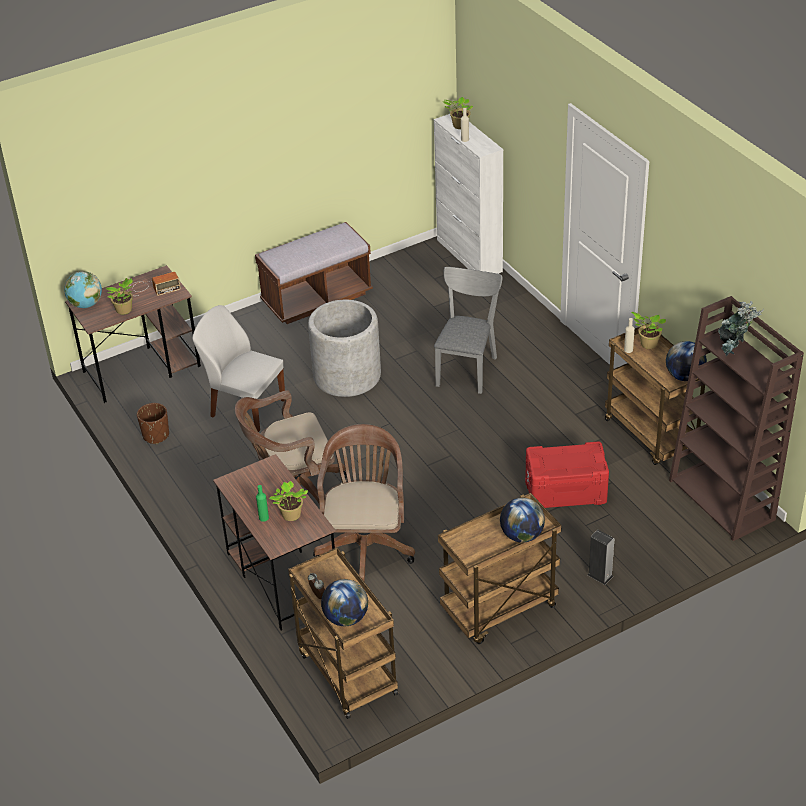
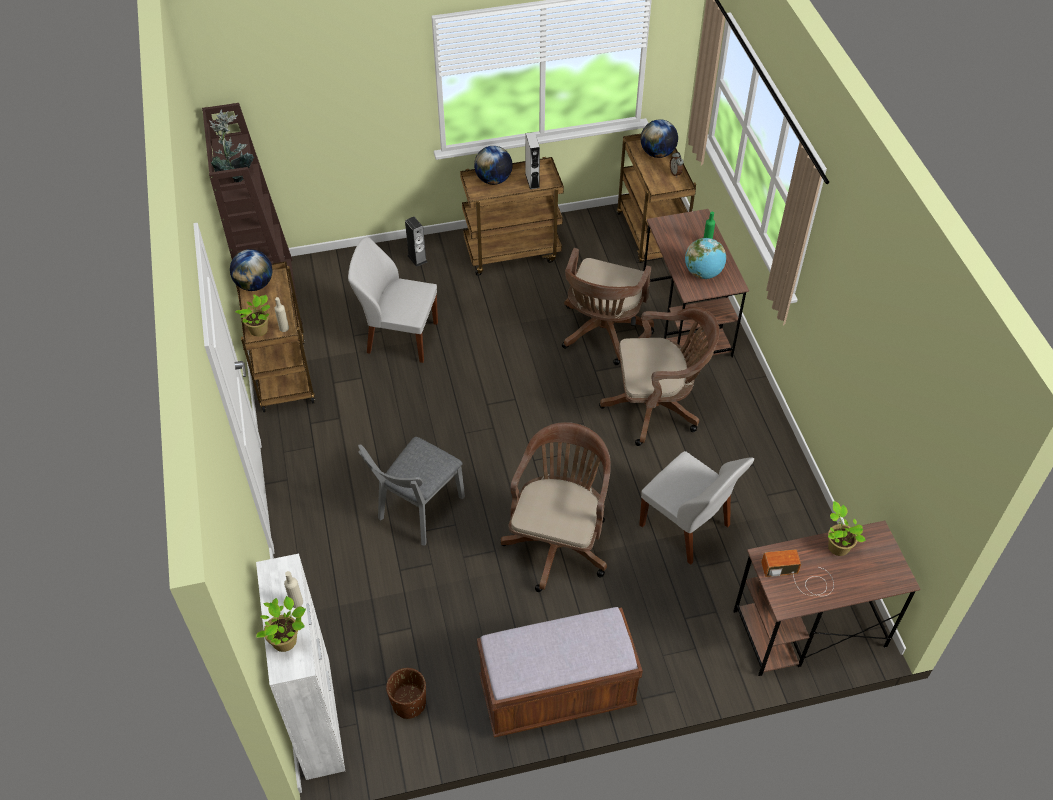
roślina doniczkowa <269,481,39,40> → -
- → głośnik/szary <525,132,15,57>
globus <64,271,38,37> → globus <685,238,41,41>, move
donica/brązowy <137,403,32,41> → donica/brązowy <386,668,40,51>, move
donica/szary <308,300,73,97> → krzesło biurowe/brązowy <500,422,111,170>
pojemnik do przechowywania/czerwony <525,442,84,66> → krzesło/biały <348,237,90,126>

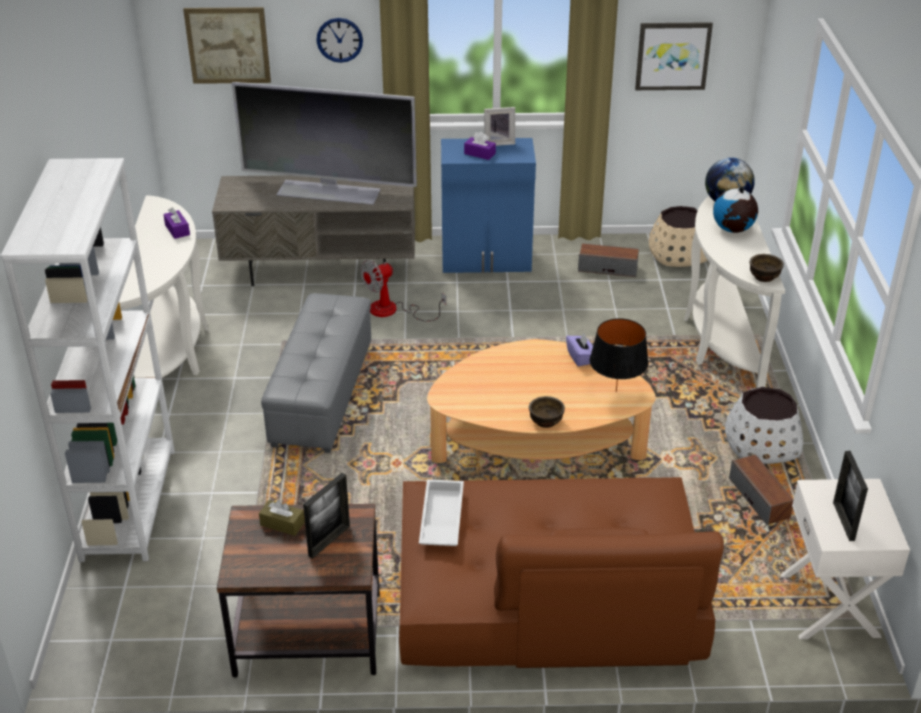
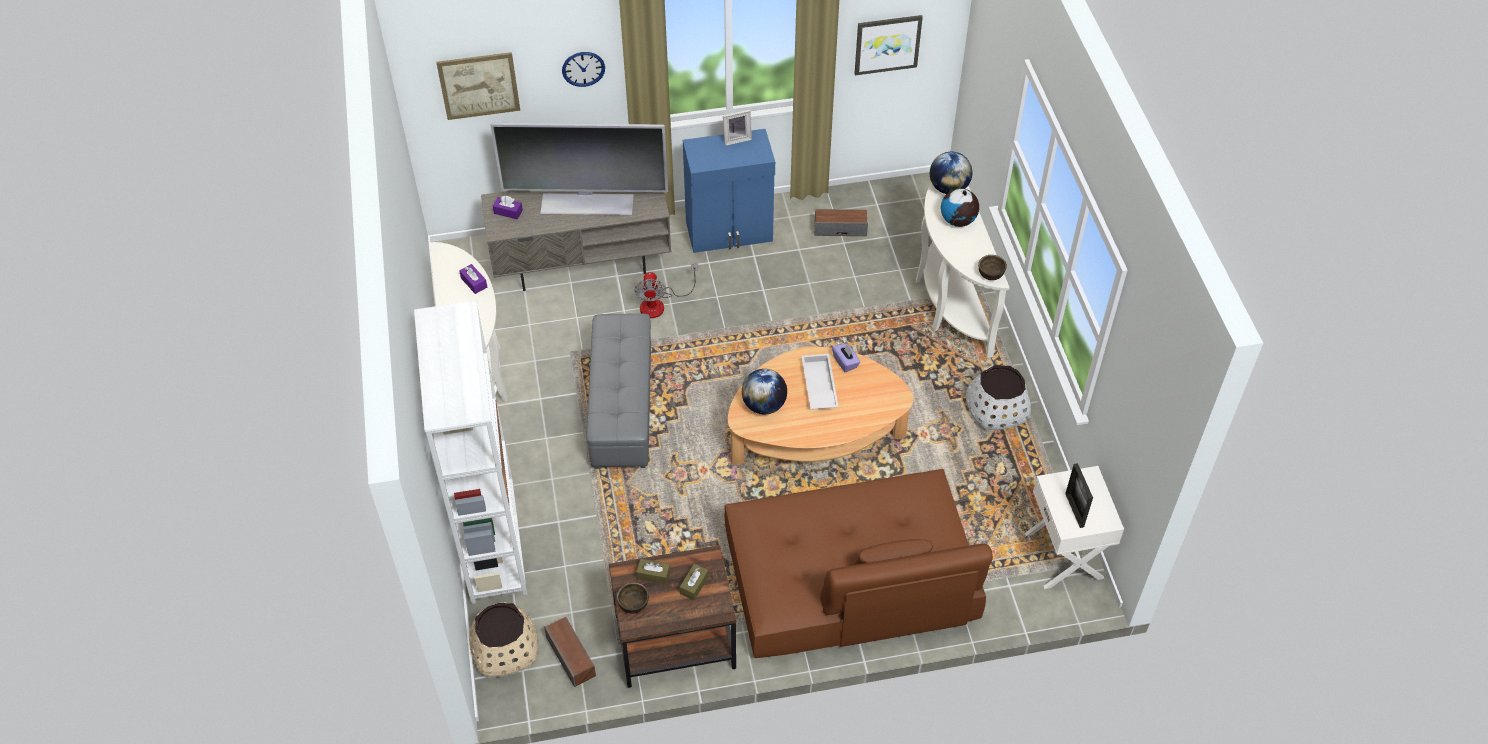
lampa stołowa/czarny <589,318,60,74> → -
- → globus <742,369,45,45>
taca/biały <419,479,45,67> → taca/biały <801,354,38,56>, move
pudełko chusteczek/fioletowy <464,132,32,28> → pudełko chusteczek/fioletowy <493,196,30,23>, move
miska/brązowy <529,396,36,32> → miska/brązowy <616,582,33,32>, move
donica/beżowy <649,206,58,61> → donica/beżowy <469,602,70,75>, move
głośnik <729,455,65,70> → głośnik <544,617,52,70>, move
ramka na zdjęcie <303,473,47,86> → pudełko chusteczek/brązowy <680,564,29,36>
wentylator <360,260,86,61> → wentylator <634,264,64,54>, 45 degrees counterclockwise

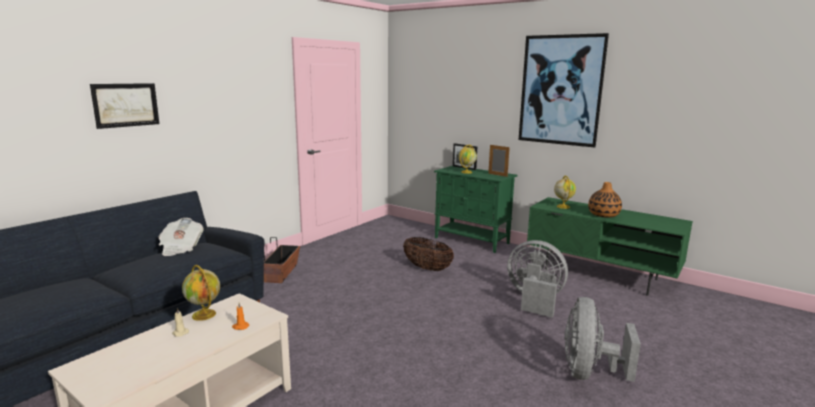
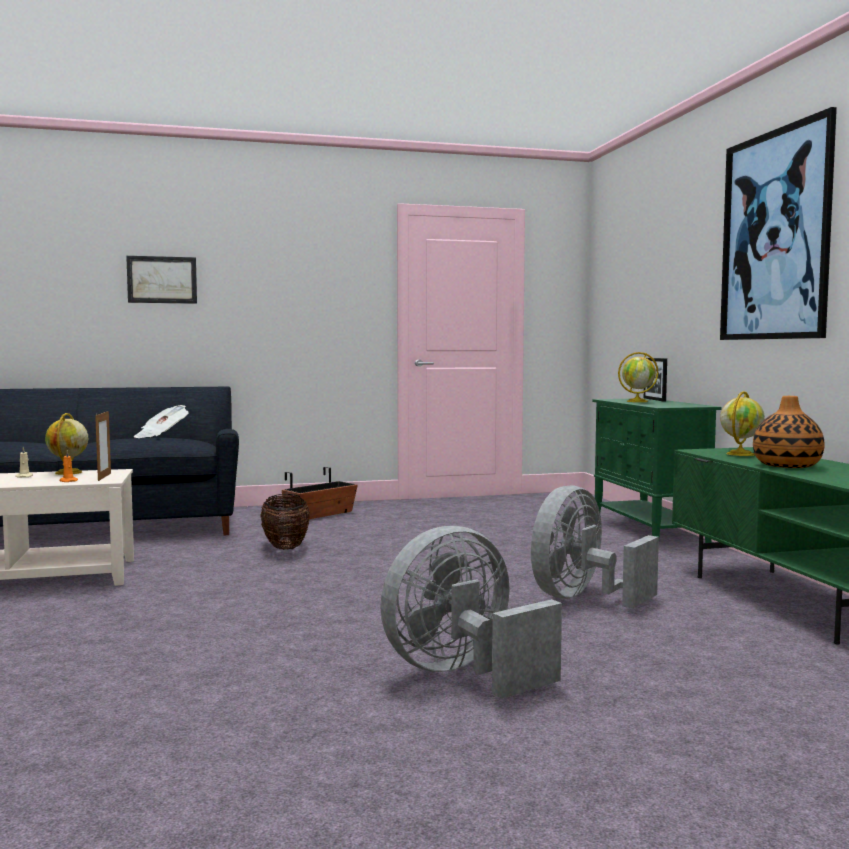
koszyk <403,237,51,34> → koszyk <260,494,50,56>, move
ramka na zdjęcie <488,144,22,33> → ramka na zdjęcie <95,411,16,70>, move
wentylator/szary <507,240,61,78> → wentylator/szary <531,486,128,123>, 120 degrees counterclockwise

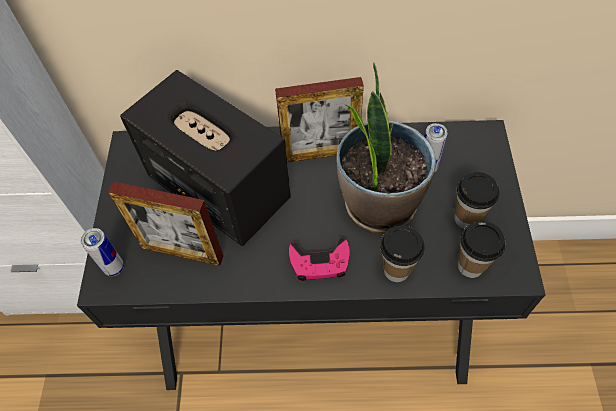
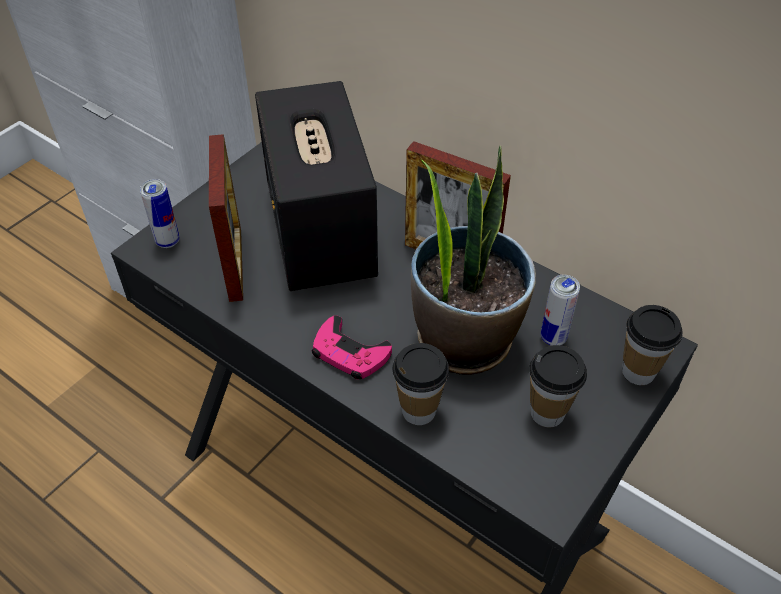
filiżanka <458,221,48,57> → filiżanka <622,305,61,80>, move
ramka na zdjęcie <108,181,116,85> → ramka na zdjęcie <209,134,34,168>, 150 degrees counterclockwise

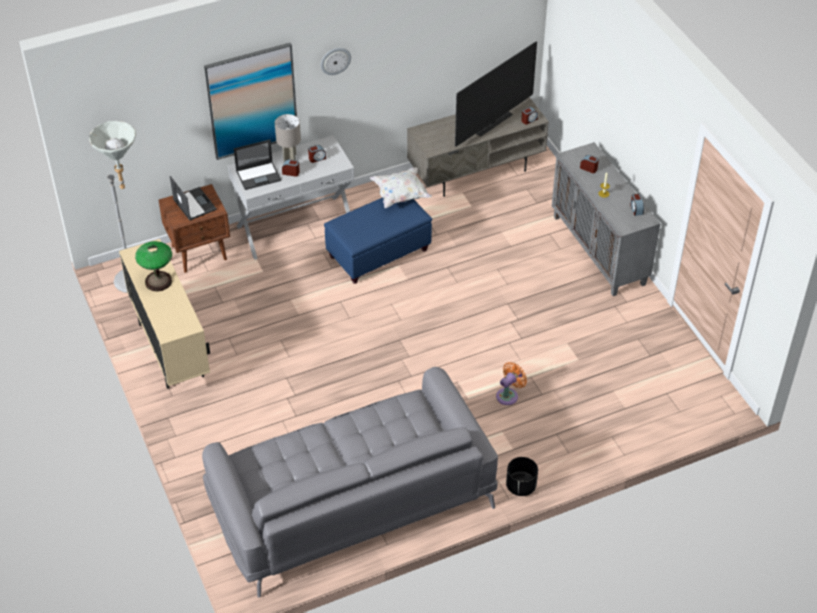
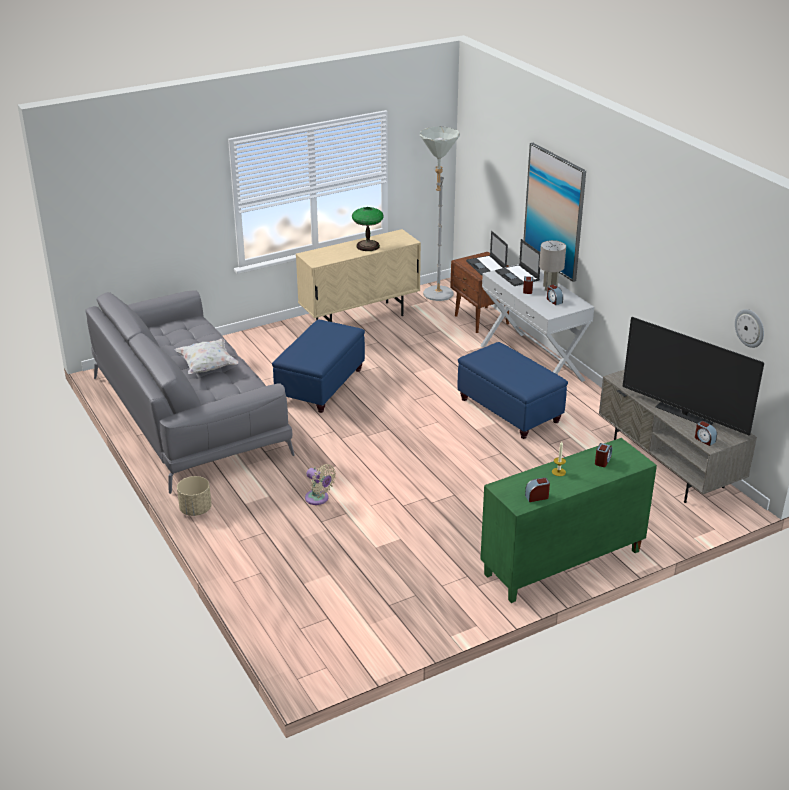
- → pufa/niebieski <272,320,93,93>
zegar ścienny <321,48,30,27> → zegar ścienny <735,309,29,39>, move
poduszka/biały <370,167,62,41> → poduszka/biały <174,339,64,35>, move
wentylator/pomarańczowy <496,362,31,43> → wentylator/beżowy <305,464,31,41>
donica/czarny <506,457,32,39> → donica/beżowy <177,476,35,40>
szafka/szary <552,142,108,154> → szafka/zielony <480,438,177,165>
laptop <170,176,47,45> → laptop <466,231,42,44>, 105 degrees clockwise

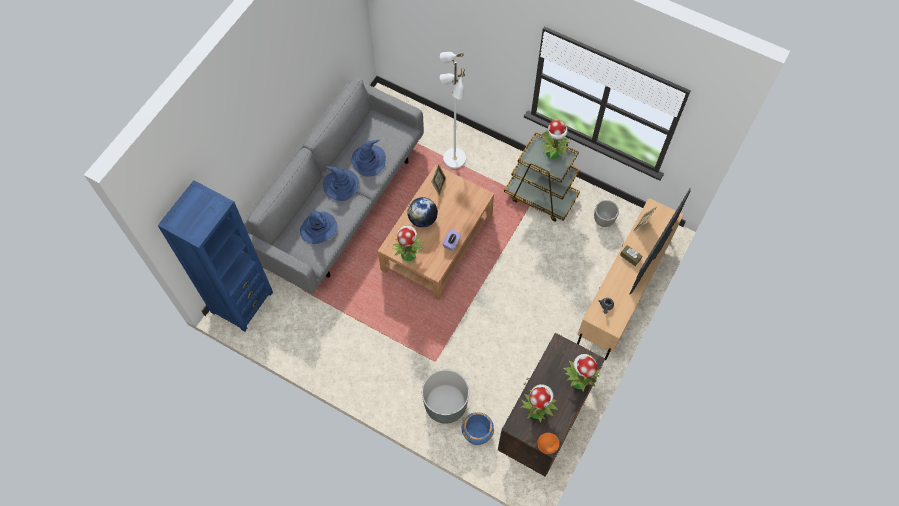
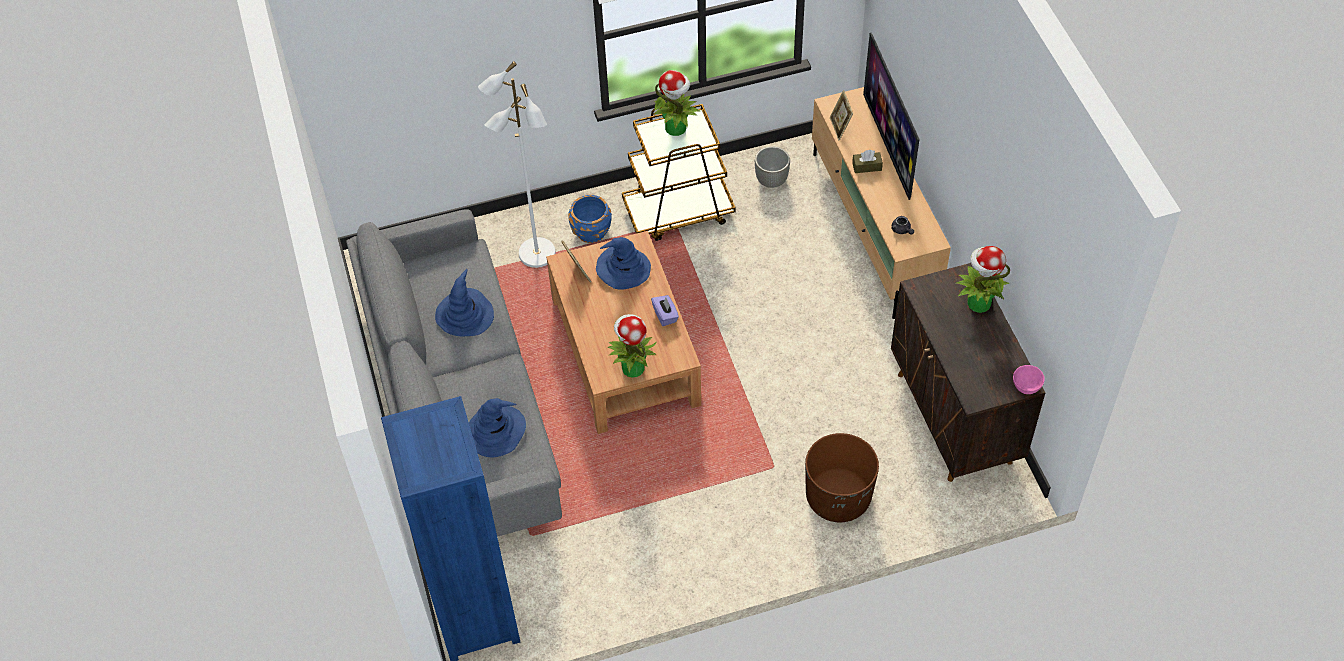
globus <408,197,30,30> → -
roślina doniczkowa <521,384,37,39> → -
kapelusz/niebieski <323,166,35,35> → kapelusz/niebieski <596,237,55,53>, move
donica/niebieski <462,412,32,33> → donica/niebieski <568,195,44,48>, move
donica/szary <422,370,47,54> → donica/brązowy <805,433,74,89>
miska/pomarańczowy <538,433,21,21> → miska/różowy <1013,365,32,29>

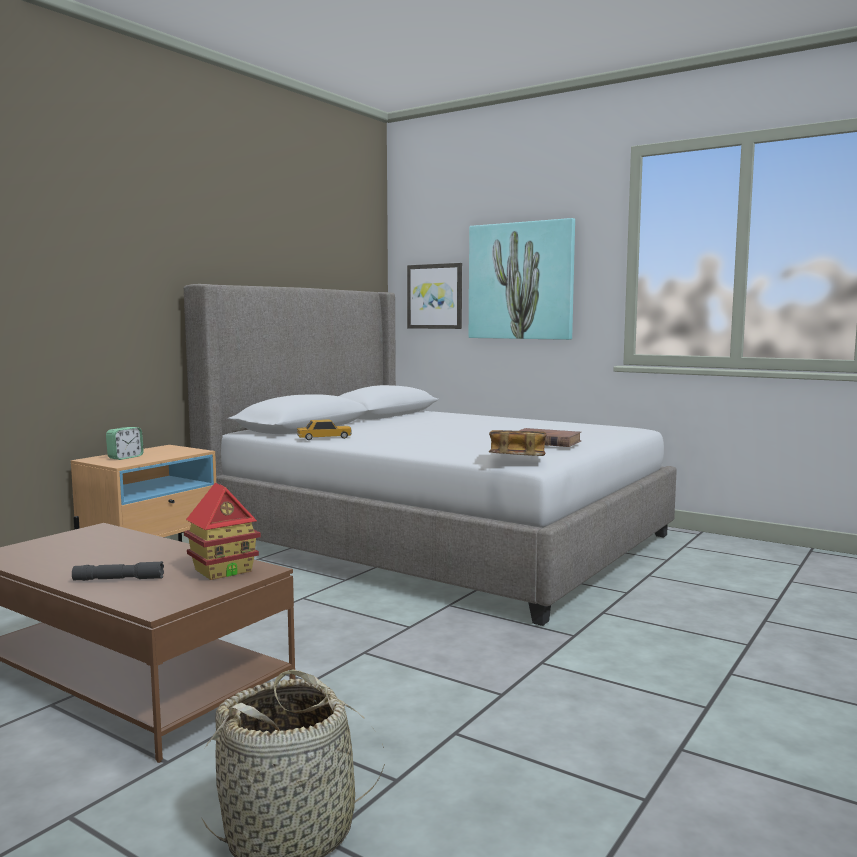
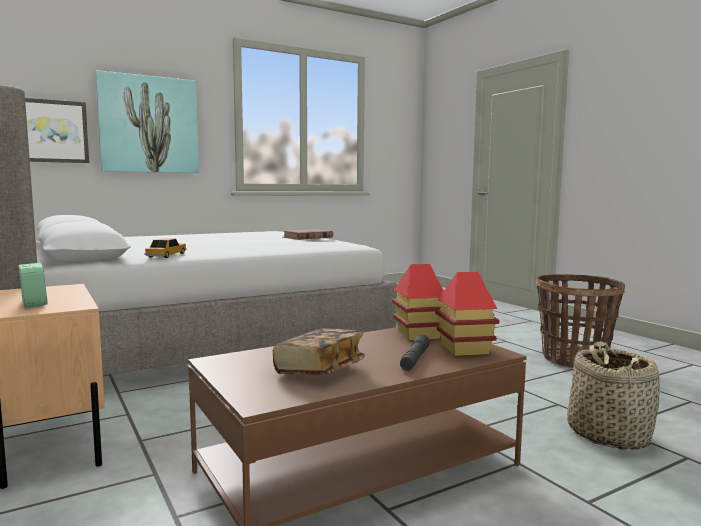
- → domek <435,272,64,84>
- → koszyk <536,274,89,94>
książka <489,430,57,26> → książka <273,328,92,47>, move

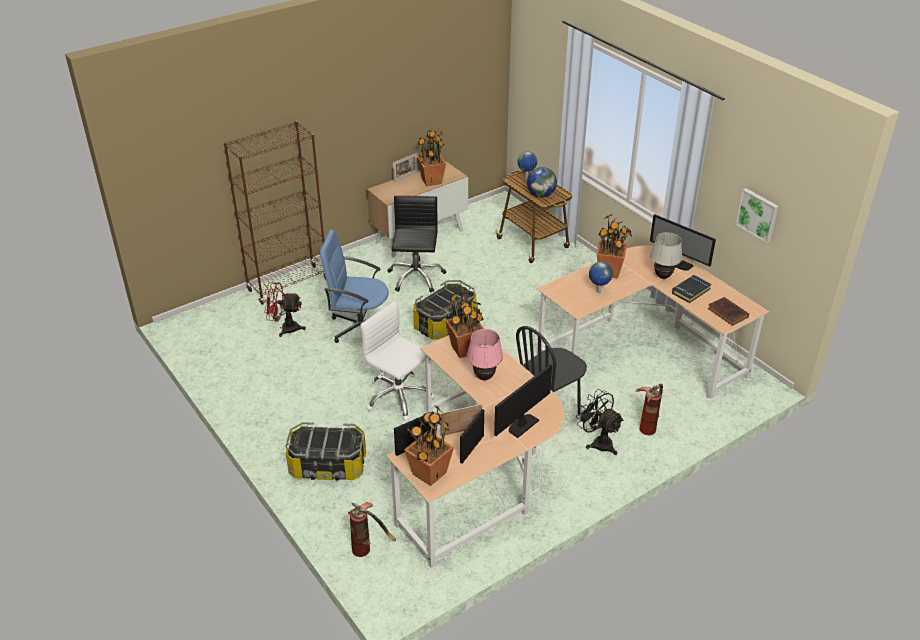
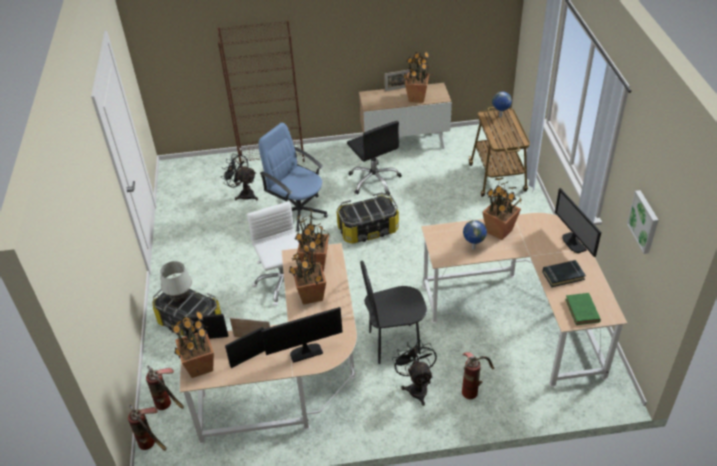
globus <527,167,30,30> → -
- → gaśnica <128,405,38,46>
lampa stołowa/biały <650,232,32,47> → lampa stołowa/biały <160,261,32,42>, move
lampa stołowa/różowy <467,329,36,51> → roślina doniczkowa <289,239,37,66>
wentylator/czerwony <264,282,42,55> → wentylator/czarny <223,154,35,46>
książka/brązowy <708,297,41,29> → książka/zielony <565,293,36,32>
krzesło biurowe/czarny <387,195,59,98> → krzesło biurowe/czarny <347,121,55,74>, 120 degrees clockwise

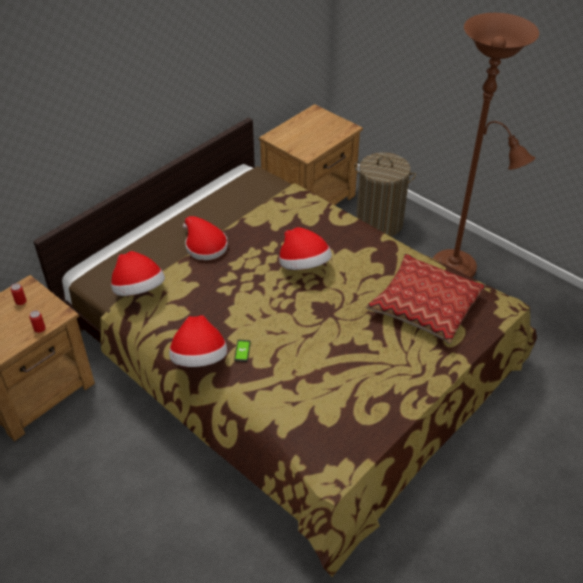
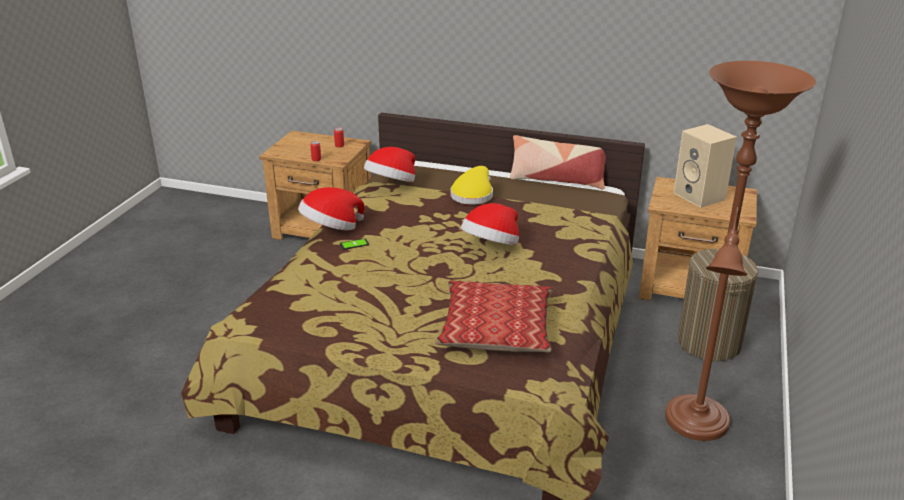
- → poduszka <510,135,96,54>
- → głośnik/beżowy <674,124,63,84>
kapelusz/czerwony <183,216,45,44> → kapelusz/żółty <451,166,42,39>

